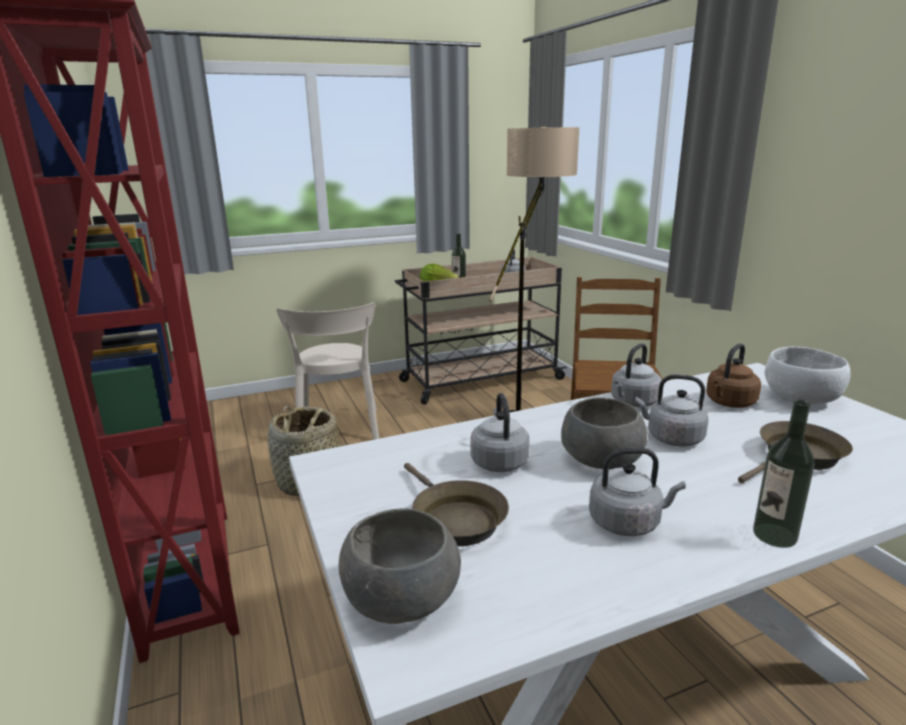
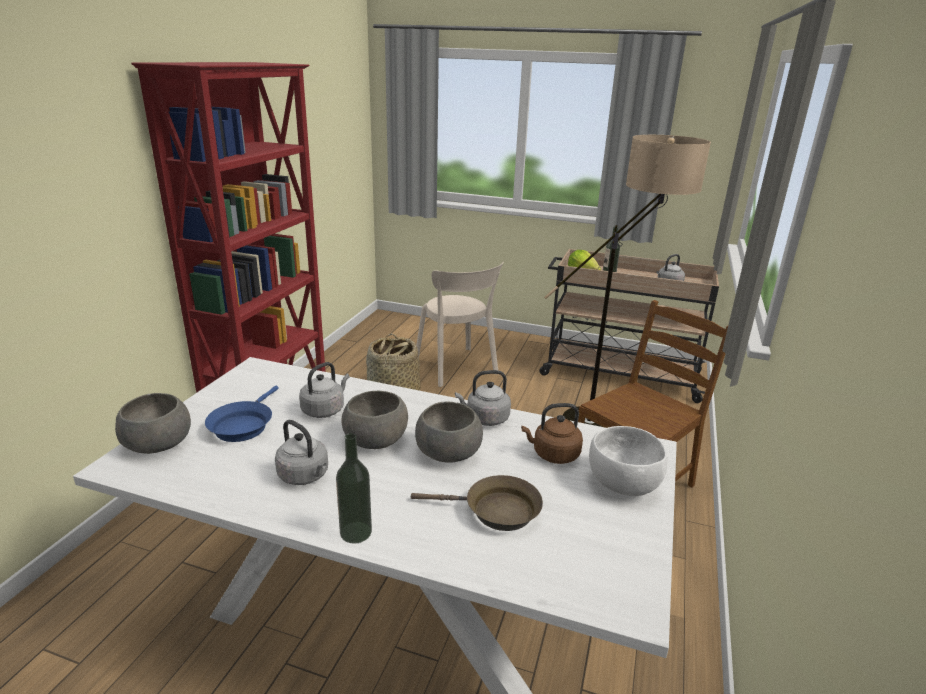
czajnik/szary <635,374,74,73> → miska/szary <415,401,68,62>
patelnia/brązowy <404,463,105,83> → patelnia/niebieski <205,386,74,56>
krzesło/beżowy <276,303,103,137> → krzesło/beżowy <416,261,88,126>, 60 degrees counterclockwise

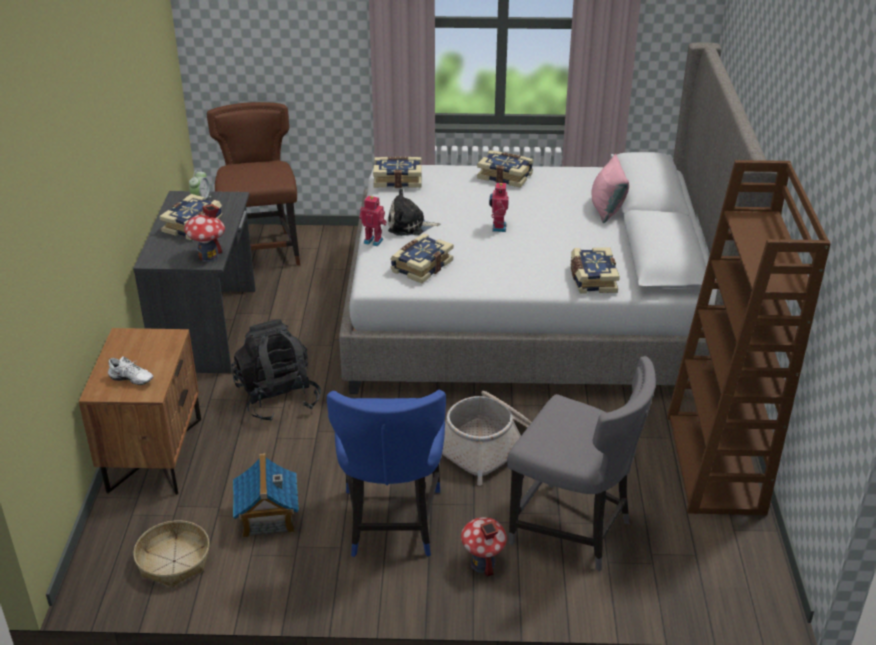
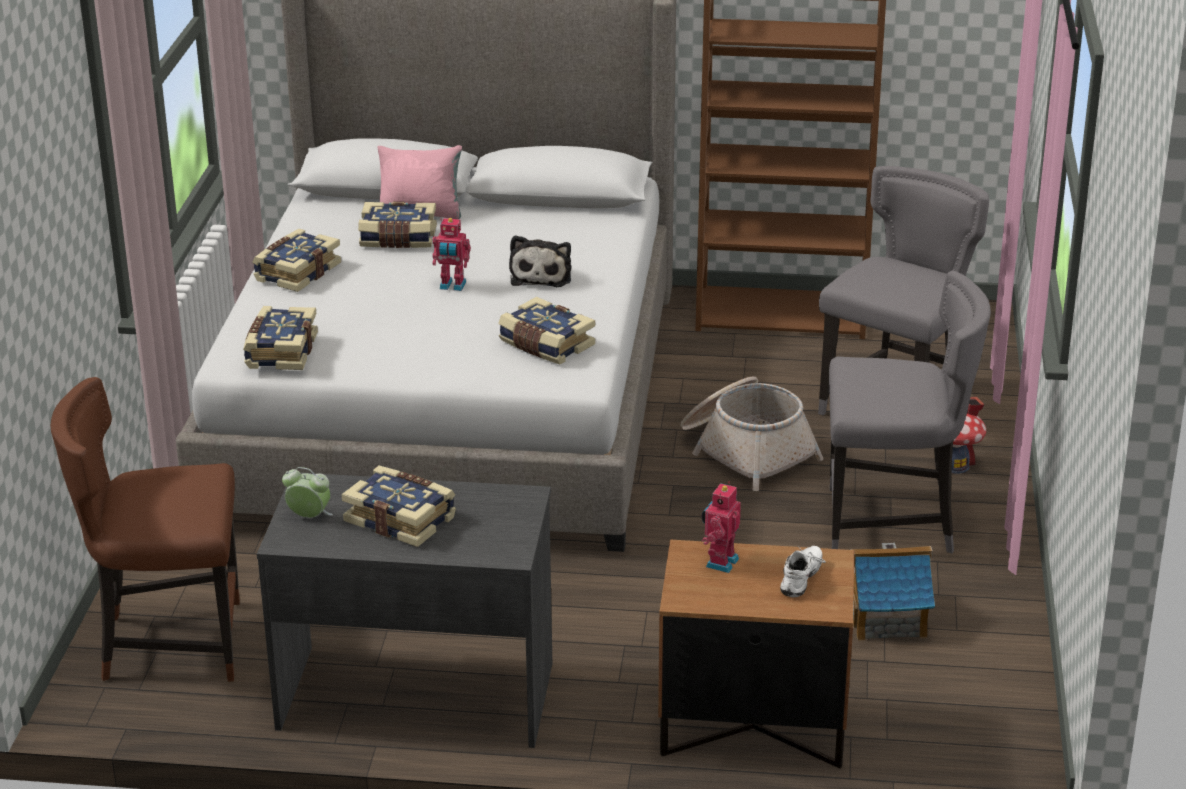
koszyk <133,520,77,67> → -
domek <184,204,41,58> → -
plecak/czarny <231,319,90,103> → -
robot zabawkowy <359,196,28,50> → robot zabawkowy <702,482,39,91>, move
pluszak <388,189,52,47> → pluszak <509,235,62,52>, move
książka <571,247,49,47> → książka <358,201,79,47>, move
krzesło/niebieski <327,390,119,167> → krzesło/szary <829,270,162,283>

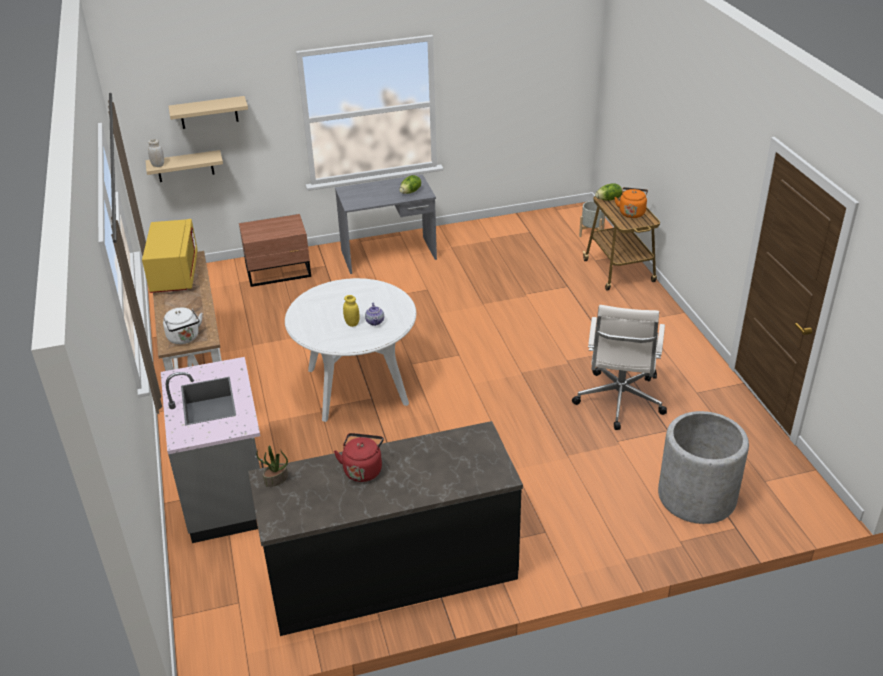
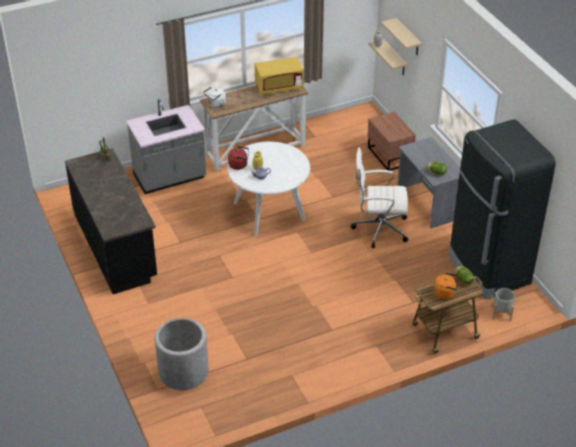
- → lodówka/czarny <449,119,106,180>
czajnik/czerwony <334,433,50,49> → czajnik/czerwony <228,146,21,24>, move
krzesło biurowe/biały <572,305,95,125> → krzesło biurowe/biały <351,147,57,101>, move

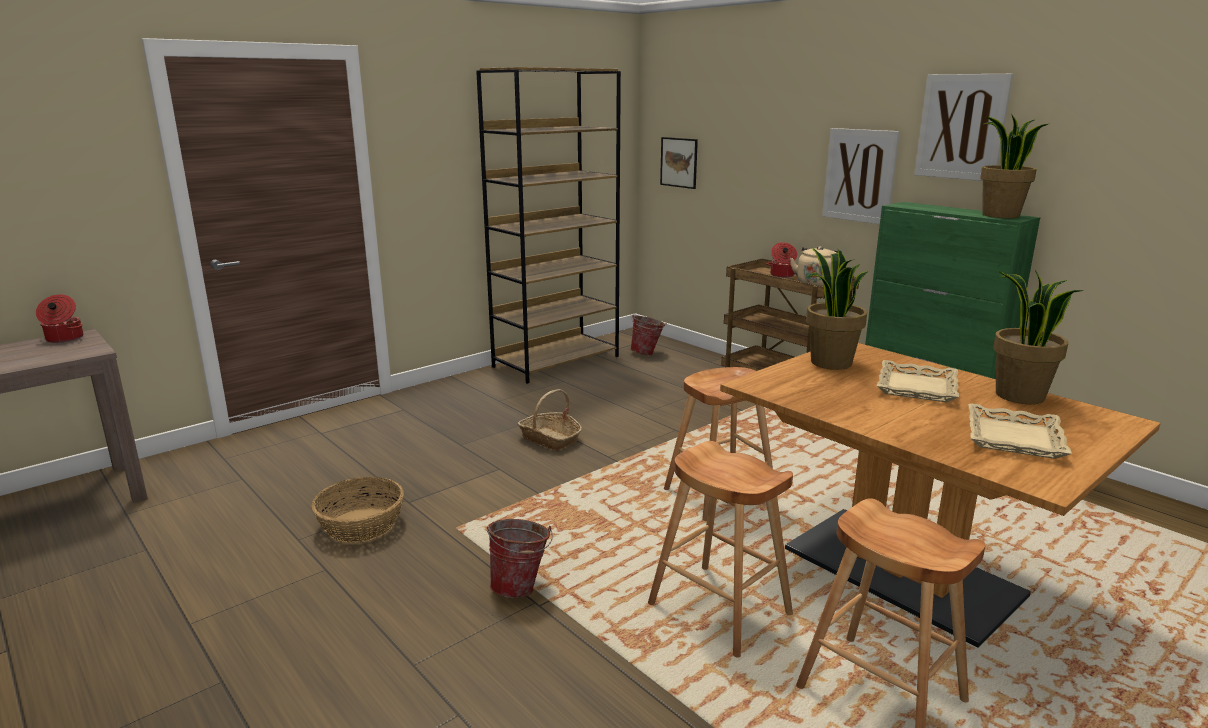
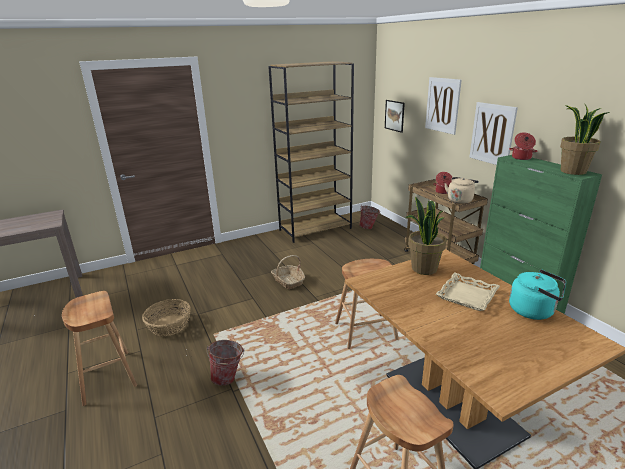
taca/beżowy <969,403,103,56> → -
garnek <36,294,47,49> → garnek <509,132,28,28>, move
stołek/brązowy <648,441,145,217> → stołek/brązowy <62,291,75,115>, move
obraz <914,74,99,107> → obraz <425,77,37,58>, move
roślina doniczkowa <993,270,91,134> → czajnik/turkusowy <509,269,57,51>

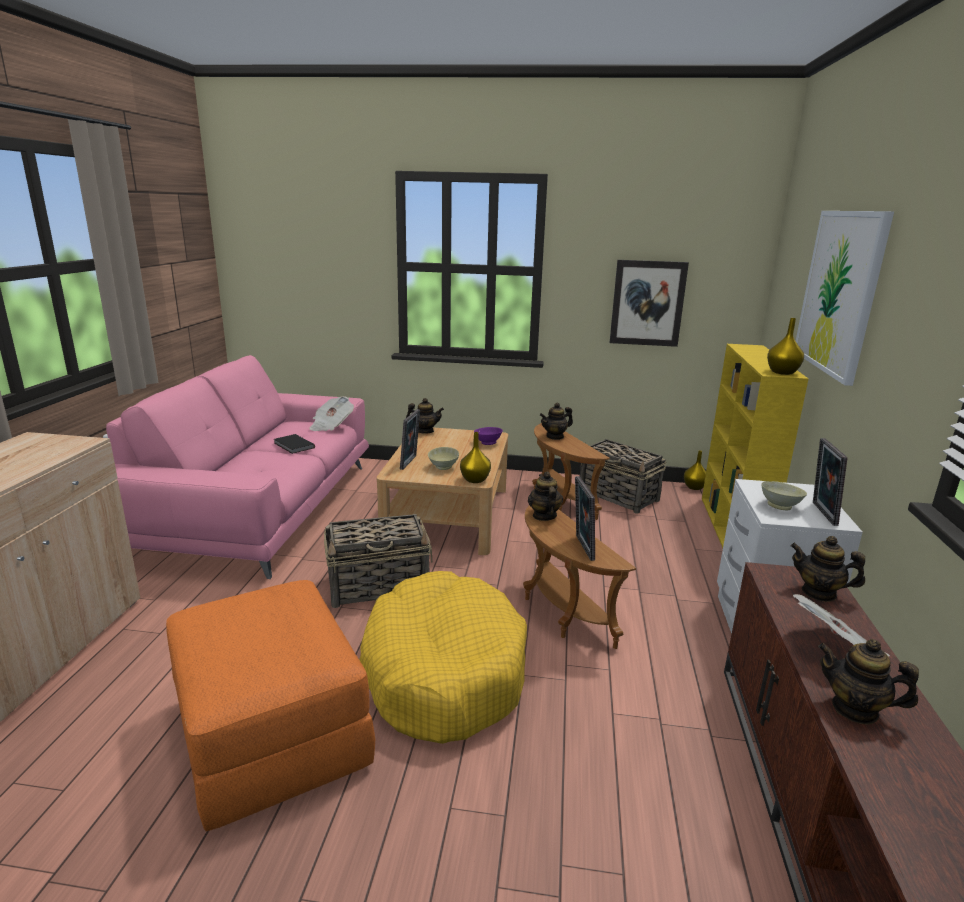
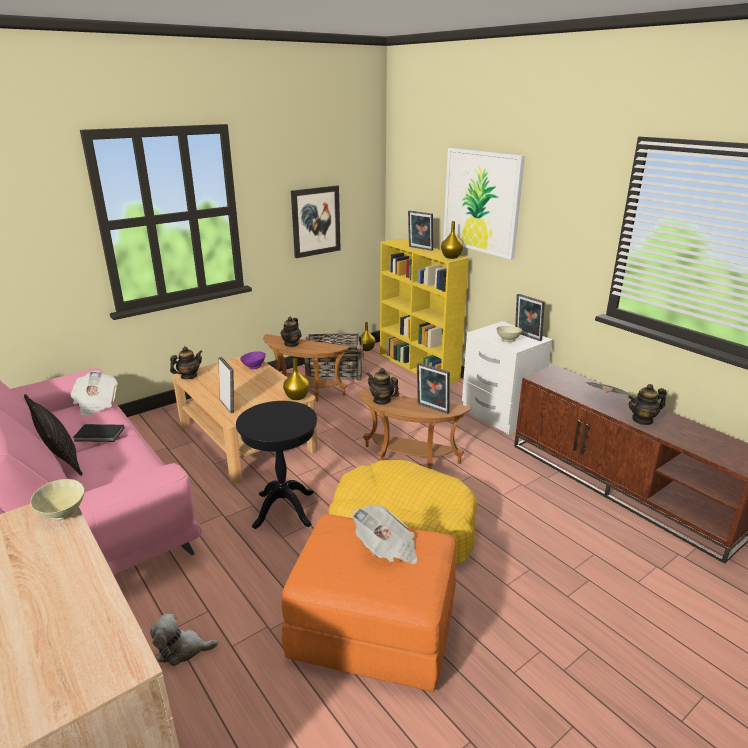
imbryk <791,536,74,66> → -
- → poduszka <24,394,59,82>
- → pluszak <150,614,68,52>
- → gazeta <352,505,65,59>
- → ramka na zdjęcie <408,211,25,40>
miska/beżowy <428,447,31,23> → miska/beżowy <30,479,55,41>, move
koszyk <324,514,108,94> → stolik/czarny <236,401,81,128>

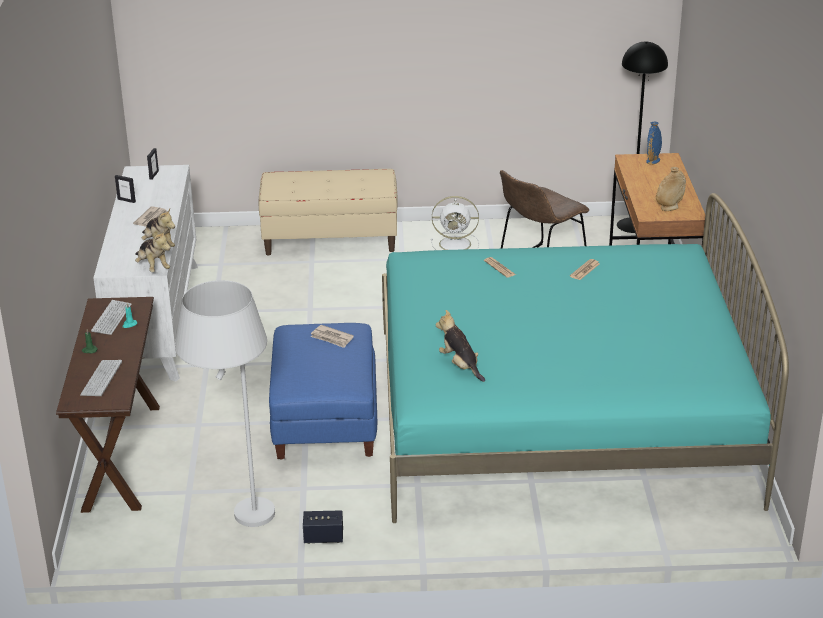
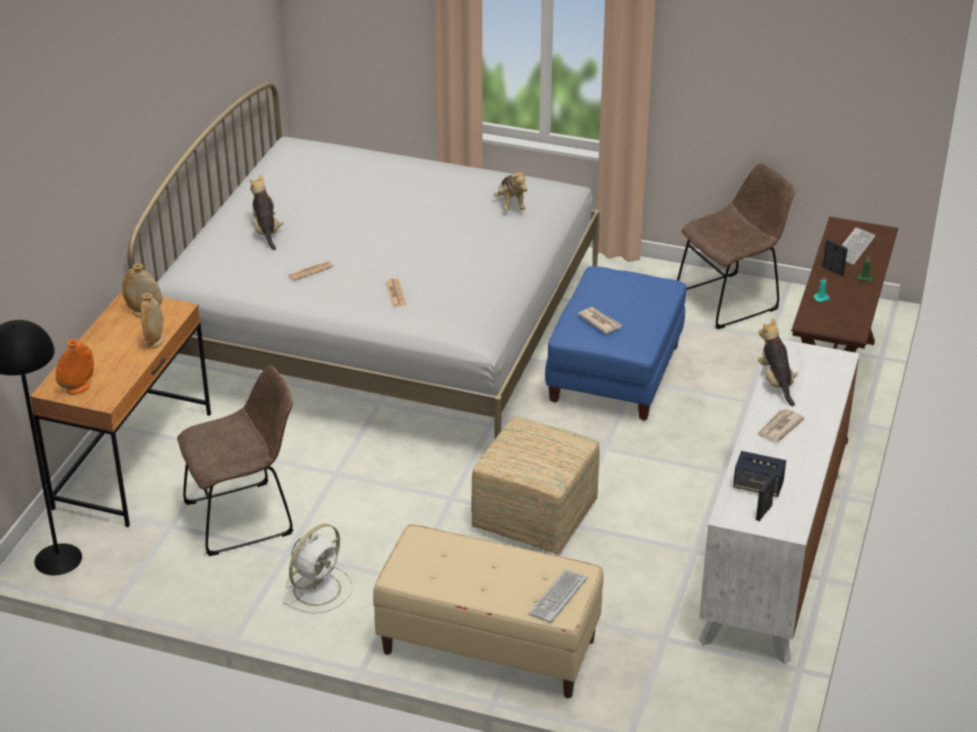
- → wazon/beżowy <141,293,23,56>
- → pufa <471,416,129,138>
klawiatura <91,300,41,35> → klawiatura <528,570,60,53>, move
ramka na zdjęcie <115,175,21,28> → ramka na zdjęcie <823,239,25,37>, move
pluszak <135,229,36,43> → pluszak <250,175,33,75>, move
głośnik <303,510,40,34> → głośnik <733,451,53,46>, move
lampa stojąca/biały <175,280,100,247> → krzesło/brązowy <677,164,118,165>
łóżko/turkusowy <382,193,407,330> → łóżko/biały <128,82,472,357>
wazon/niebieski <646,121,16,44> → wazon/pomarańczowy <56,339,38,56>
wentylator/biały <431,196,48,54> → wentylator/biały <282,524,71,90>, 105 degrees clockwise

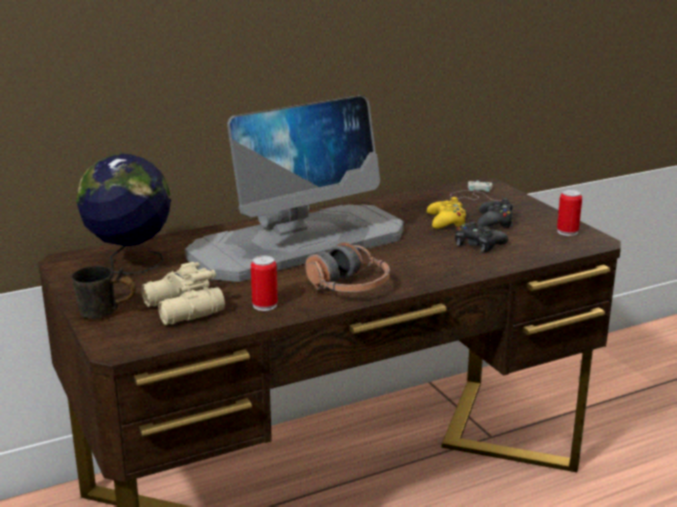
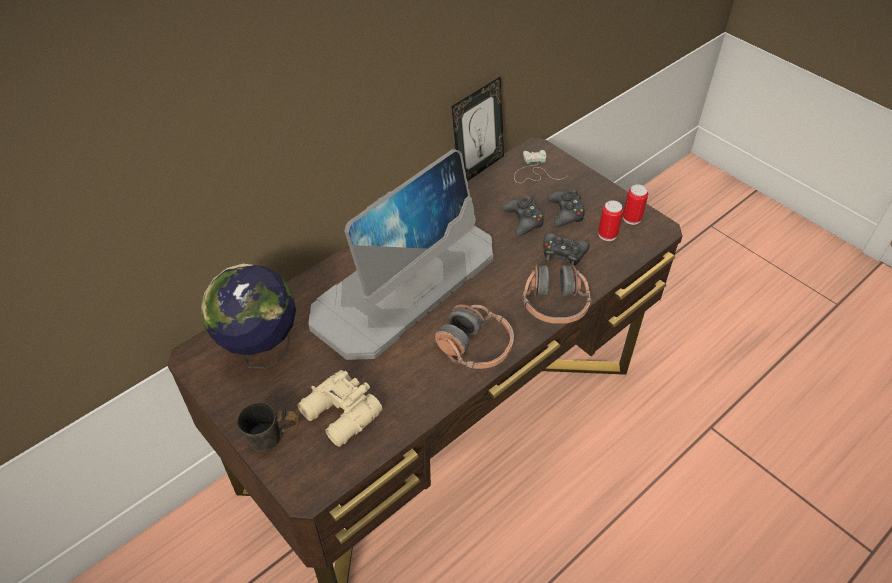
- → ramka na zdjęcie <451,77,53,104>
- → słuchawki <523,264,69,60>
puszka <251,256,27,55> → puszka <598,200,25,41>, move
pad do gier/żółty <427,197,39,32> → pad do gier/czarny <503,196,41,40>

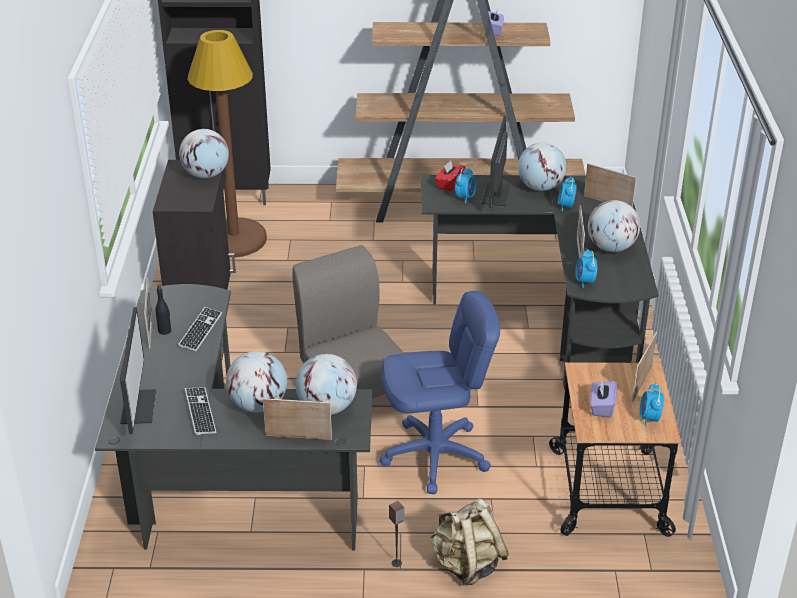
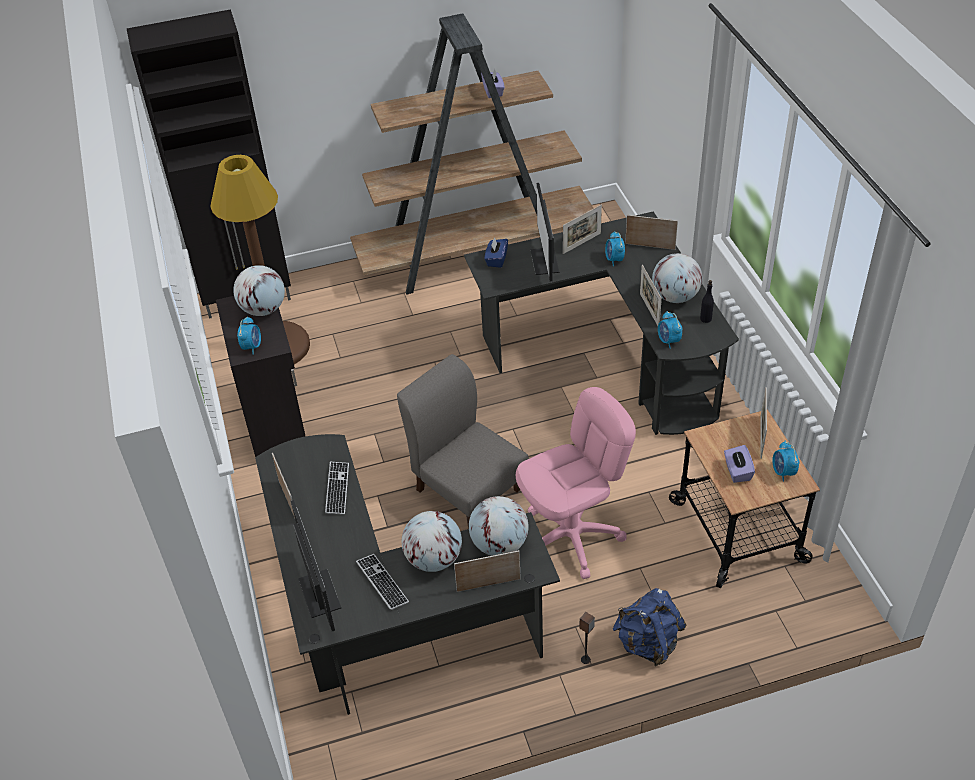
butelka/czarny <155,284,16,51> → butelka/czarny <700,280,14,43>, move
budzik <455,168,21,36> → budzik <237,316,24,39>, move
globus <518,142,48,49> → ramka na zdjęcie <563,205,39,49>
krzesło biurowe/niebieski <379,291,121,203> → krzesło biurowe/różowy <516,387,120,192>
plecak/beżowy <430,498,79,88> → plecak/niebieski <613,588,74,78>
pudełko chusteczek/czerwony <435,161,30,30> → pudełko chusteczek/niebieski <484,237,24,31>

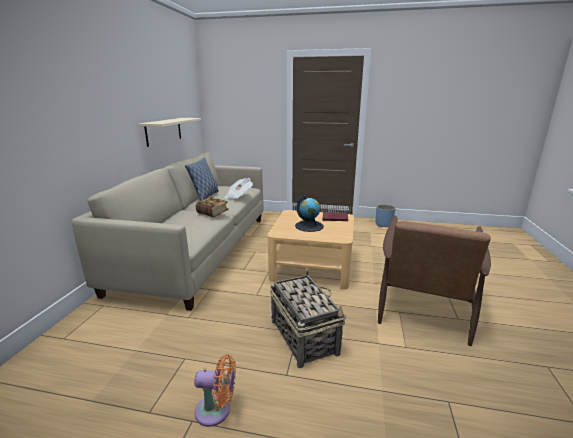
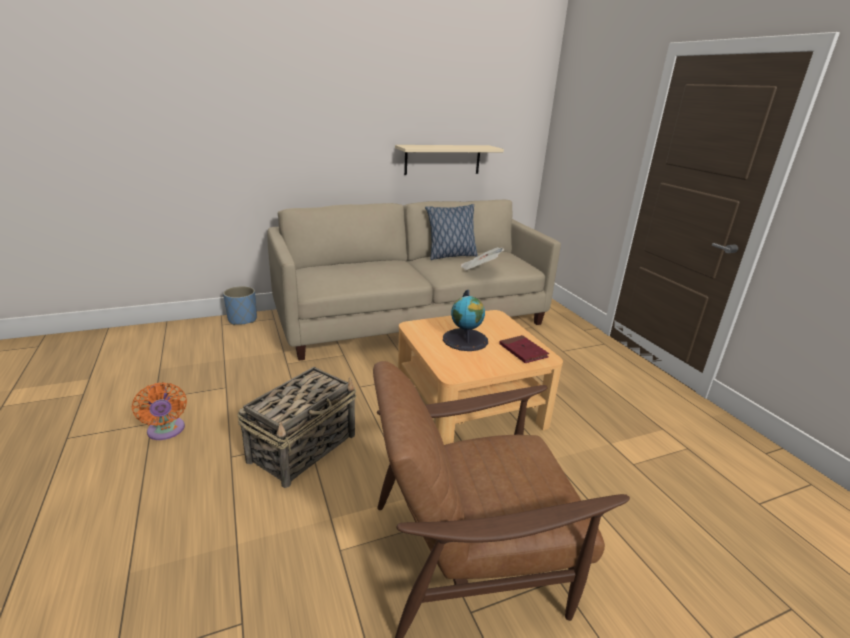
książka <195,197,34,21> → -
donica/niebieski <375,204,20,23> → donica/niebieski <223,286,34,39>, move

